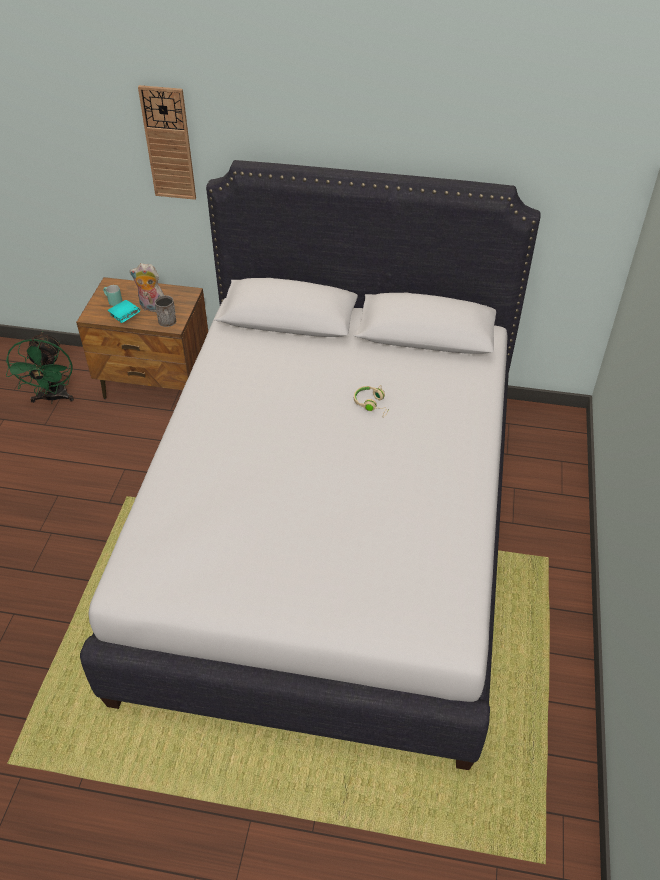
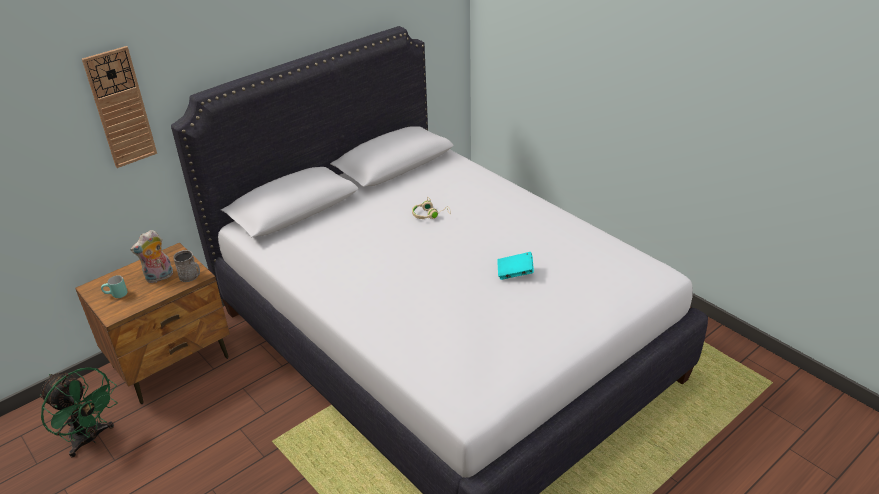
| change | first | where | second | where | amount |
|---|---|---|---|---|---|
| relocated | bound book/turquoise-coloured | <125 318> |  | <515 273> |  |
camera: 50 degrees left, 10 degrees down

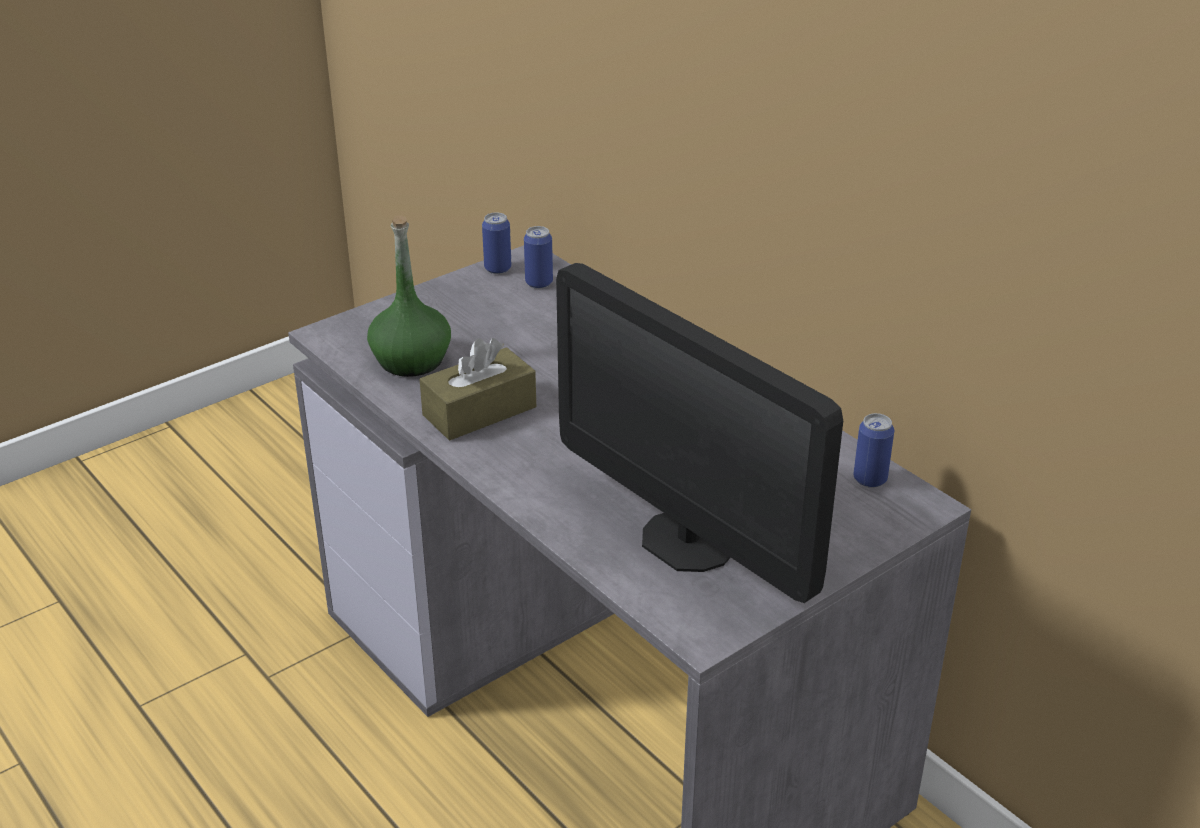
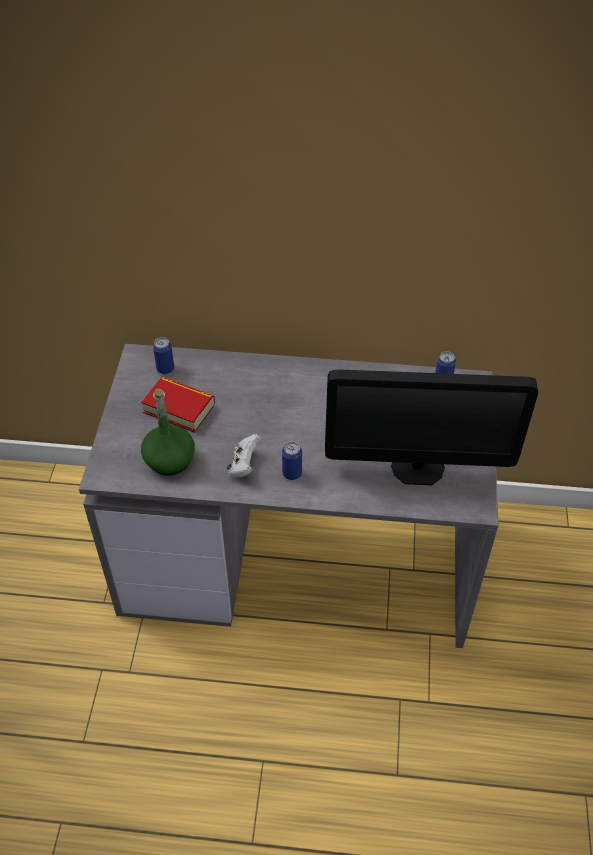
| change | first | where | second | where | amount |
|---|---|---|---|---|---|
| exchanged | tissue box/brown-coloured | <479 411> | game controller/white-coloured | <244 465> |  |
| relocated | metal can | <497 268> |  | <292 473> |  |
| appeared |  |  | bound book | <179 408> |  |
camera: 45 degrees left, 15 degrees up

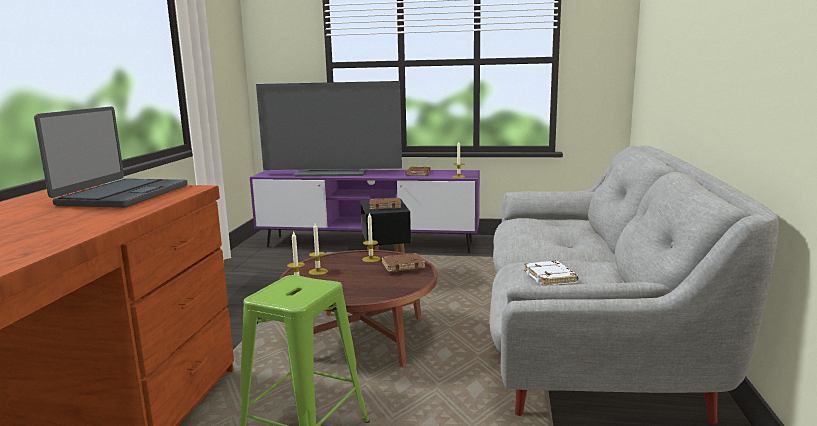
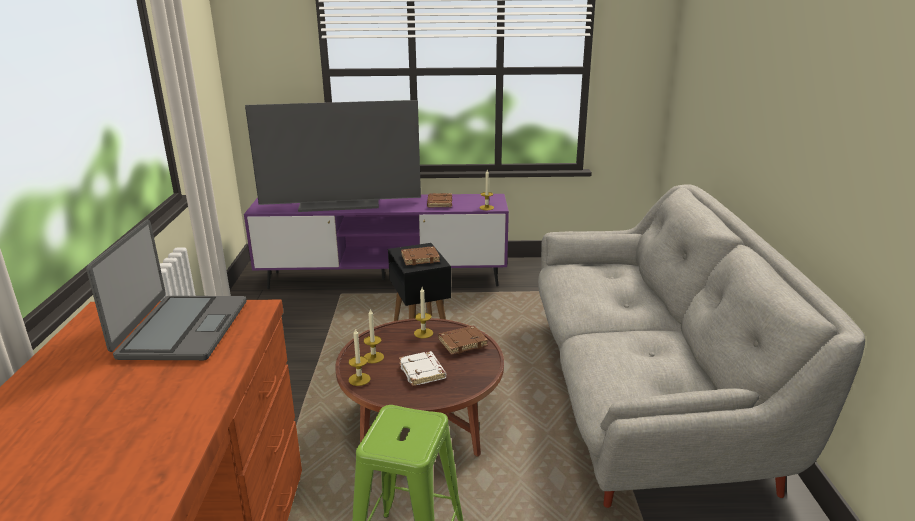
| change | first | where | second | where | amount |
|---|---|---|---|---|---|
| relocated | bound book/white-coloured | <551 277> |  | <423 372> |  |
camera: 10 degrees left, 10 degrees up

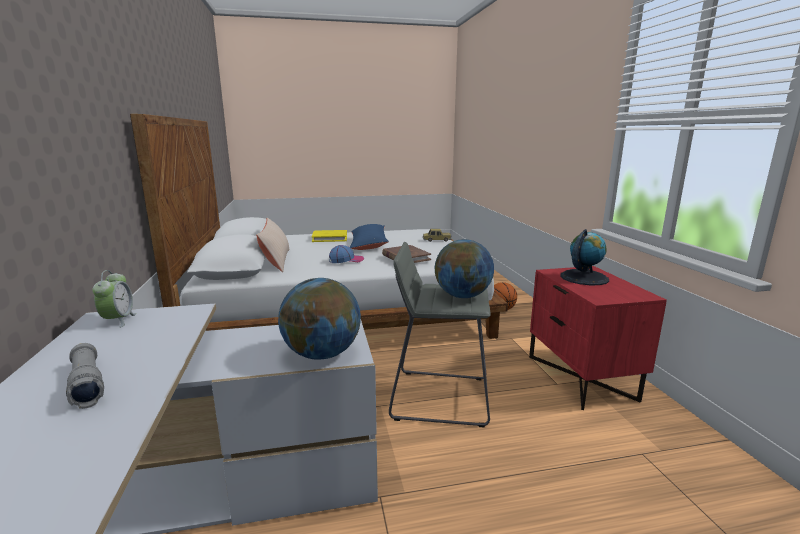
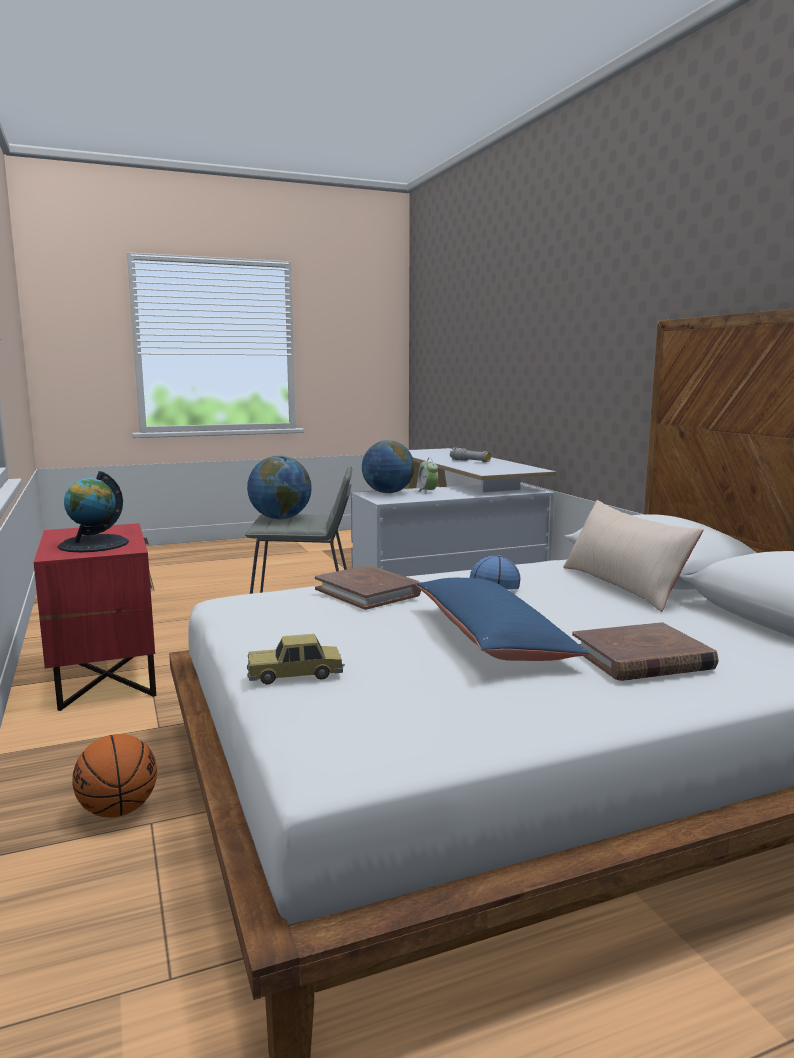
| change | first | where | second | where | amount |
|---|---|---|---|---|---|
| relocated | bedside clock | <118 320> |  | <428 492> |  |
| colour | bound book/yellow-coloured | <330 238> | bound book/brown-coloured | <642 658> |  |
camera: 170 degrees right, 5 degrees down

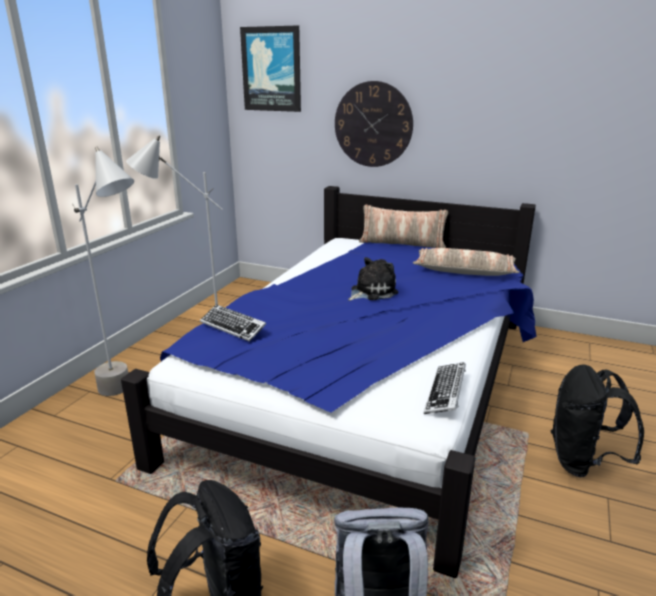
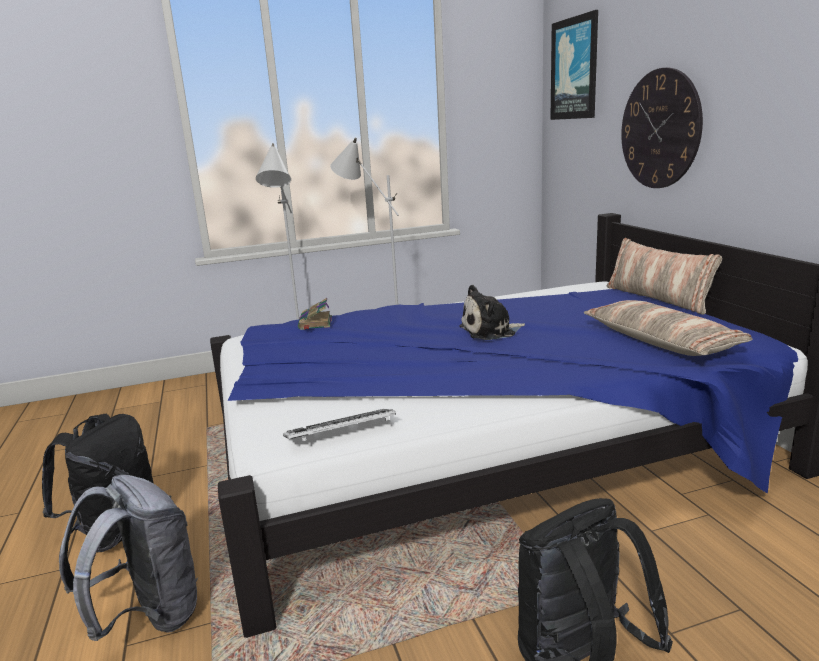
| change | first | where | second | where | amount |
|---|---|---|---|---|---|
| exchanged | keyboard | <233 327> | bound book | <315 323> |  |
| spun | plush toy | <371 292> |  | <491 331> | 150 degrees clockwise |
camera: 50 degrees right, 5 degrees down

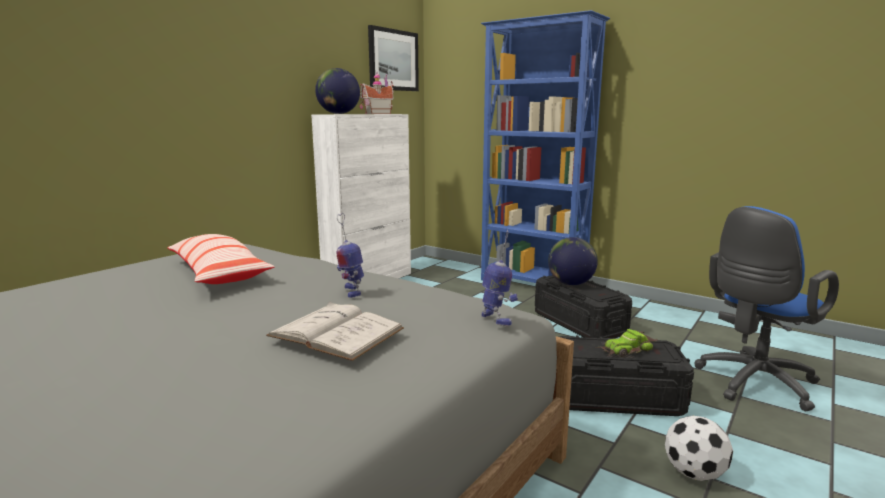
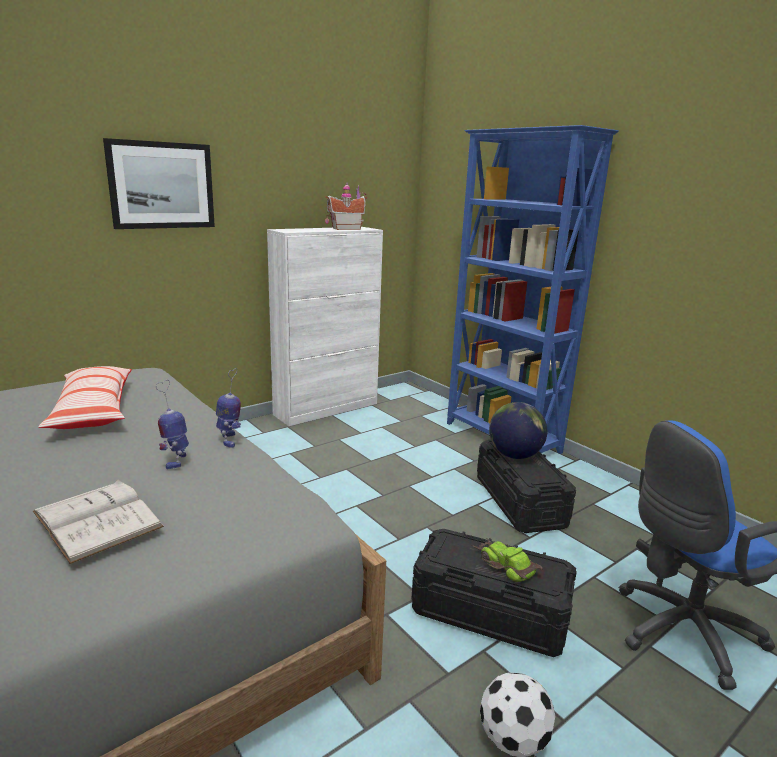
| change | first | where | second | where | amount |
|---|---|---|---|---|---|
| missing | world globe | <339 114> |  |  |  |
| relocated | wall art | <393 60> |  | <161 185> |  |
| relocated | model robot | <496 319> |  | <230 440> |  |
| spun | toy car | <626 350> |  | <504 564> | 60 degrees clockwise |
camera: 15 degrees right, 5 degrees up

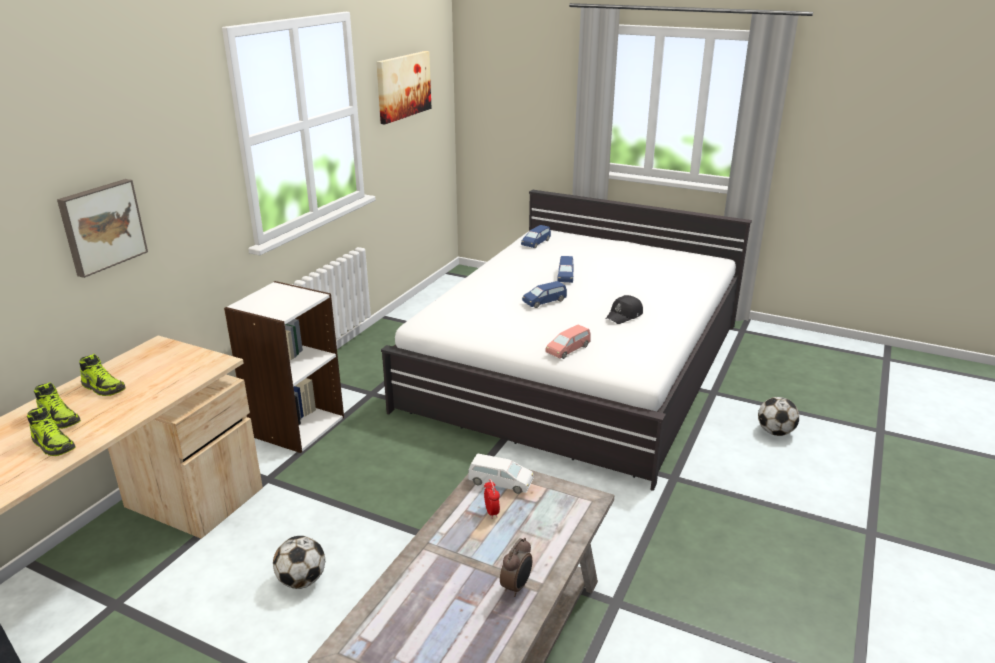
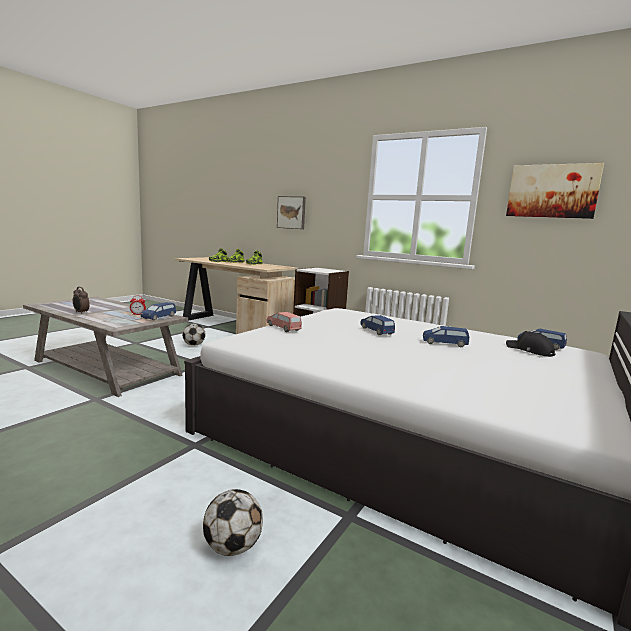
| change | first | where | second | where | amount |
|---|---|---|---|---|---|
| colour | toy car/white-coloured | <500 482> | toy car/blue-coloured | <159 317> |  |
| relocated | peaked cap/black | <624 316> |  | <529 351> |  |
camera: 95 degrees right, 15 degrees down

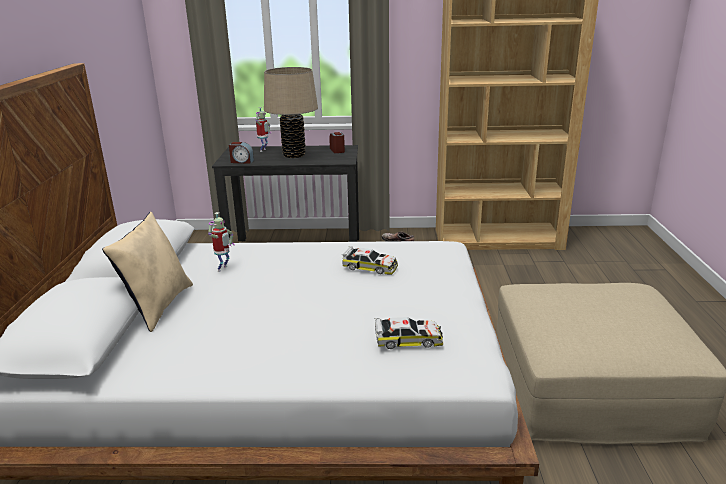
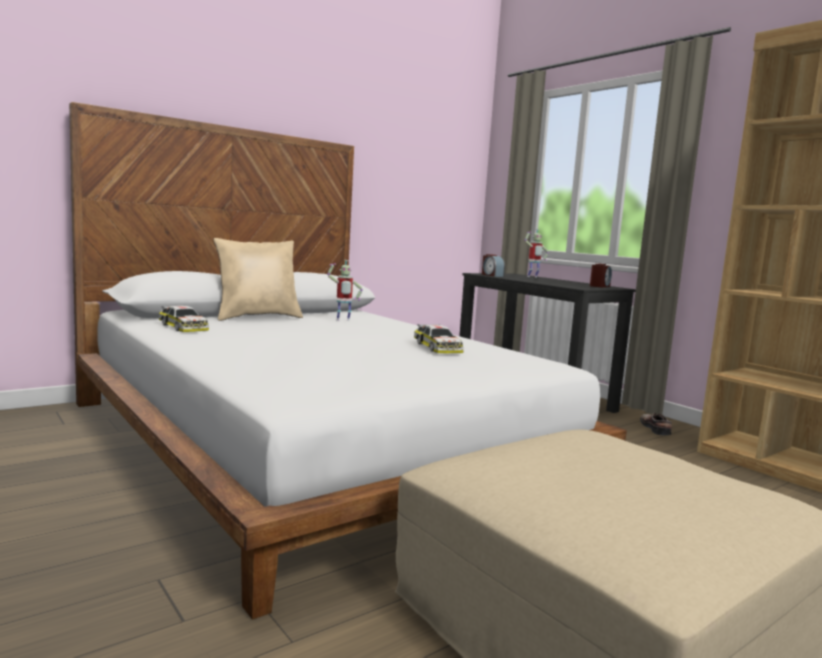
| change | first | where | second | where | amount |
|---|---|---|---|---|---|
| missing | table lamp/beige | <294 155> |  |  |  |
| relocated | toy car | <408 340> |  | <183 327> |  |
camera: 50 degrees right, 15 degrees down

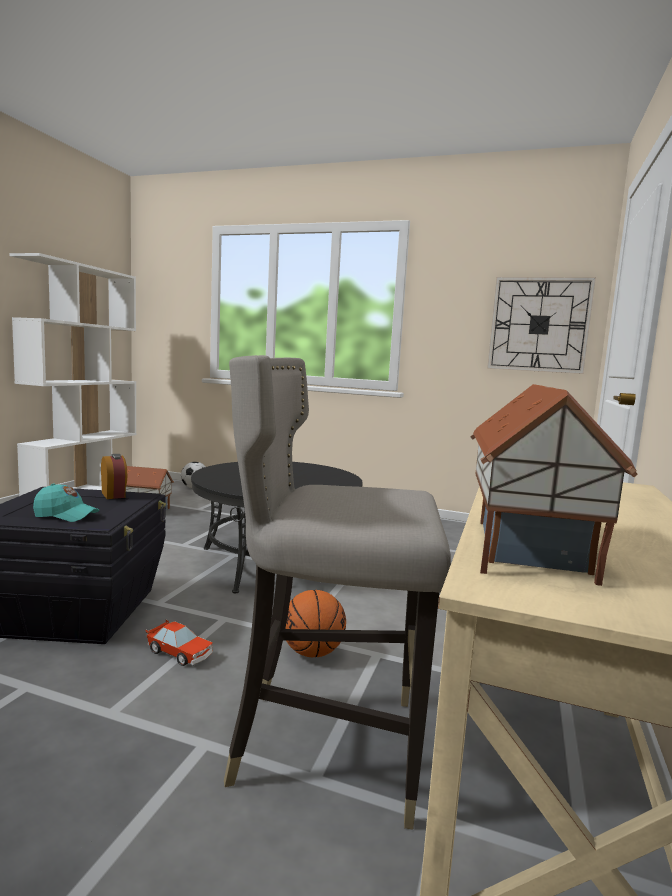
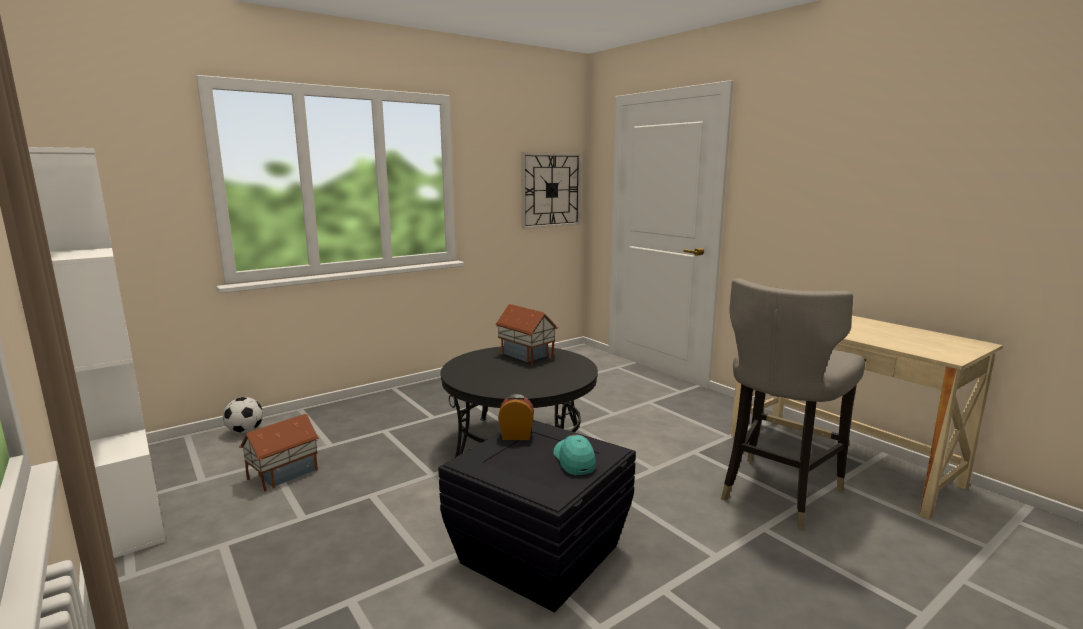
| change | first | where | second | where | amount |
|---|---|---|---|---|---|
| spun | peaked cap/turquoise-coloured | <66 515> |  | <574 461> | 60 degrees counterclockwise |
| missing | toy car | <179 653> |  |  |  |
| missing | ball for basketball | <312 652> |  |  |  |
| relocated | toy house | <524 549> |  | <525 356> |  |
camera: 55 degrees left, 5 degrees up

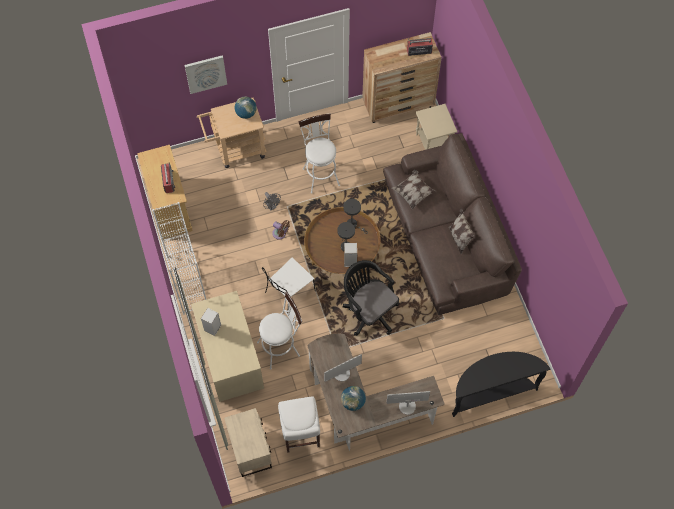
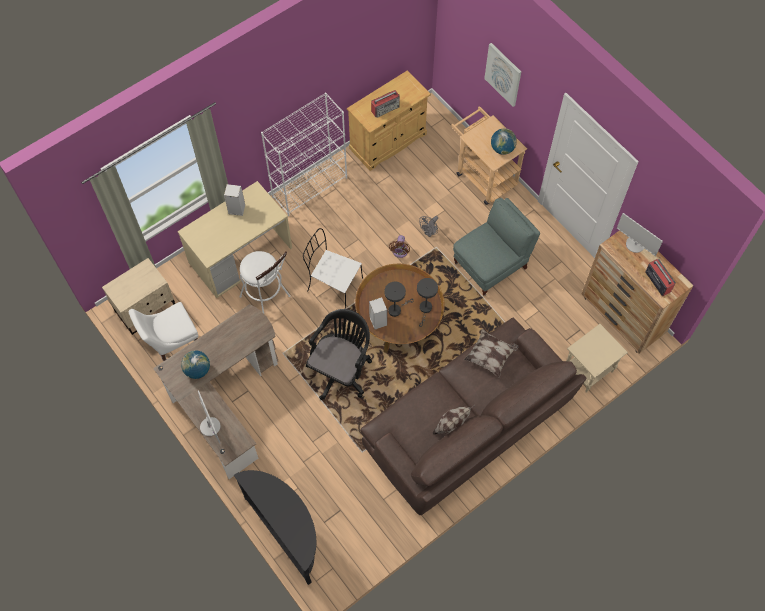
| change | first | where | second | where | amount |
|---|---|---|---|---|---|
| exchanged | stool/white-coloured | <320 174> | lounge chair/gray | <491 265> |  |
| relocated | monitor | <341 373> |  | <635 244> |  |
camera: 70 degrees right, 0 degrees up

